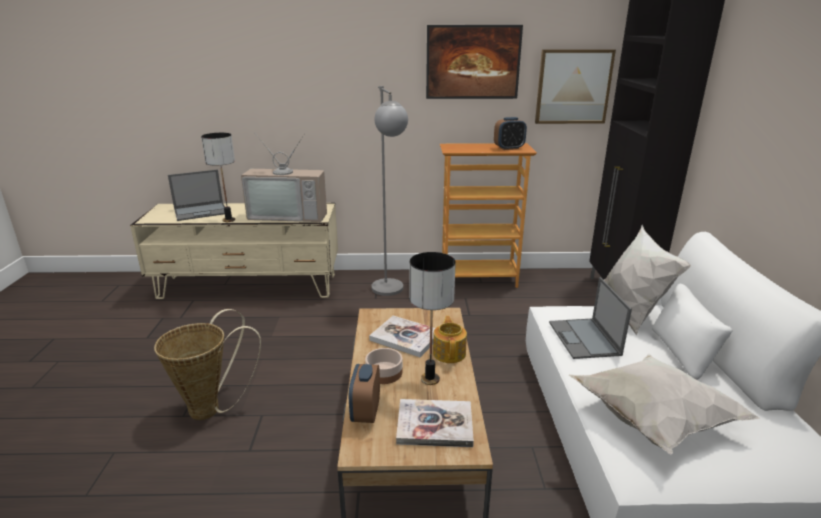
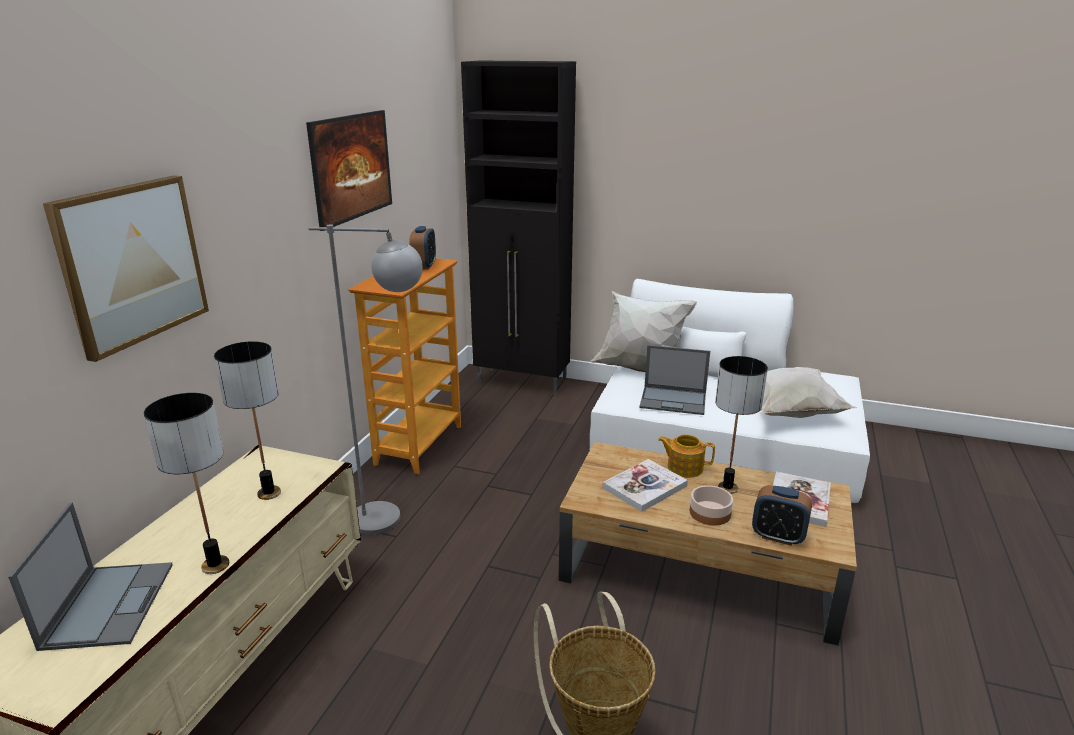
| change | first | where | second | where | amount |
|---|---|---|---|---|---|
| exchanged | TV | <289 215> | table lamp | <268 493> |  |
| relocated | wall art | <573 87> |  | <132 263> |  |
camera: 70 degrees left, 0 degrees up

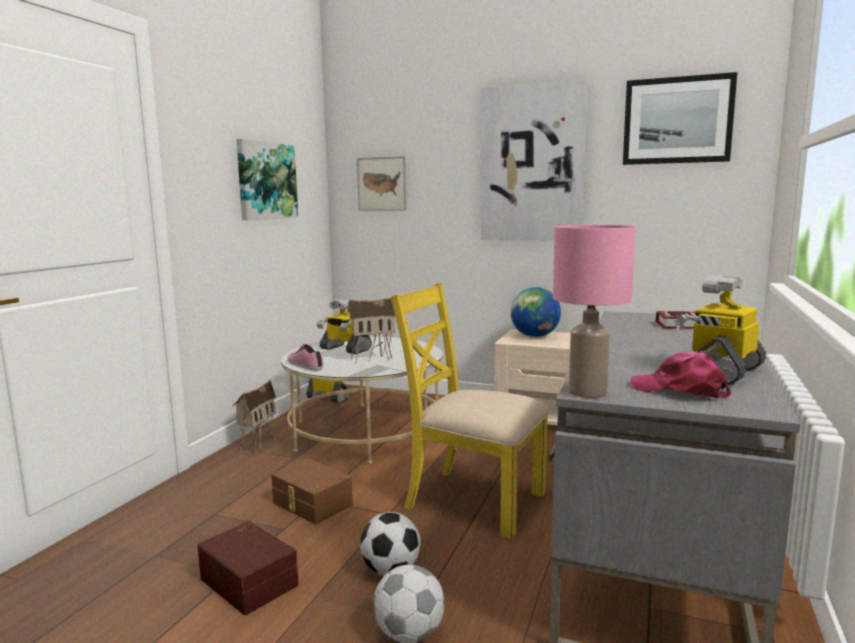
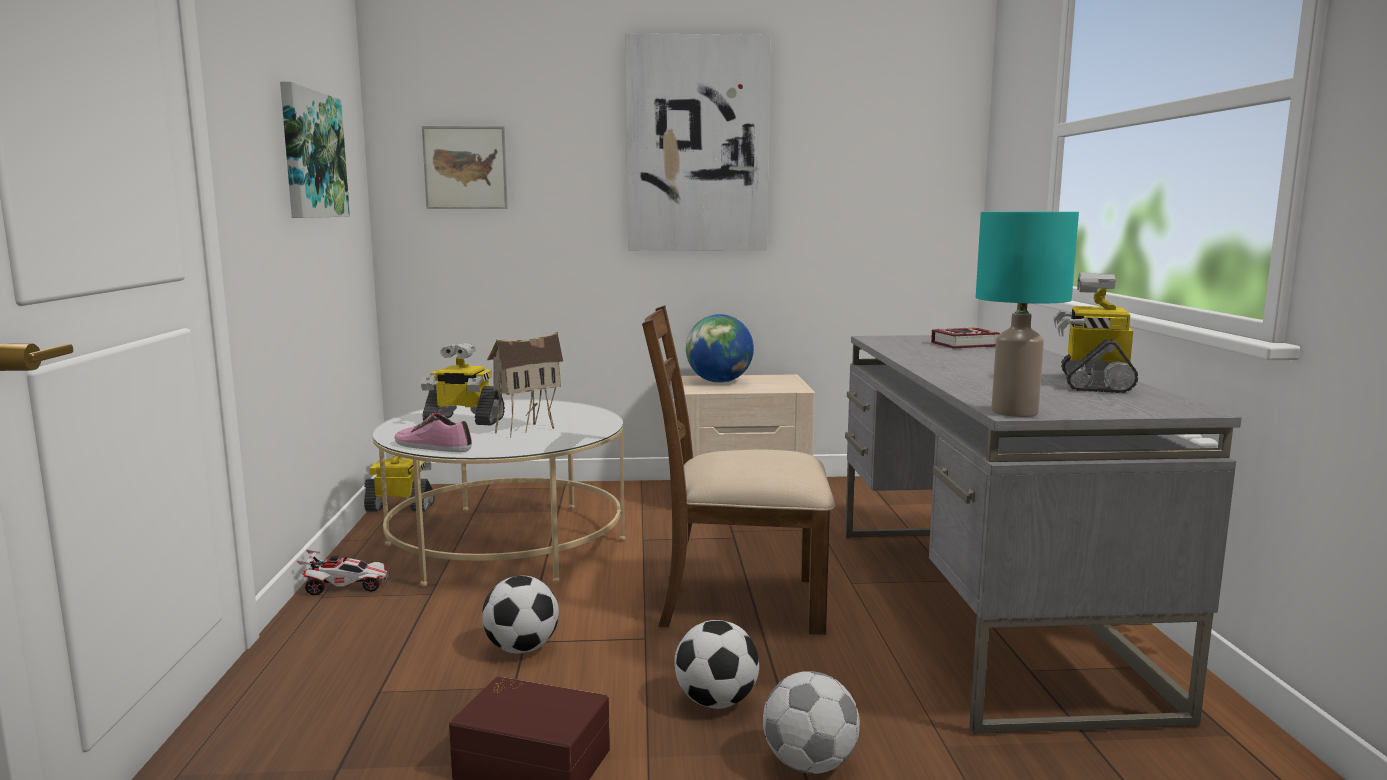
| change | first | where | second | where | amount |
|---|---|---|---|---|---|
| exchanged | toy house | <257 445> | toy car | <346 587> |  |
| exchanged | storage container/brown-coloured | <311 504> | football ball | <522 649> |  |
| colour | upright chair/yellow-coloured | <473 500> | upright chair/brown-coloured | <738 601> |  |
| colour | table lamp/pinkish | <588 392> | table lamp/turquoise-coloured | <1016 412> |  |
| missing | wall art | <677 120> |  |  |  |
| missing | peaked cap/pinkish | <680 390> |  |  |  |
camera: 25 degrees left, 0 degrees up

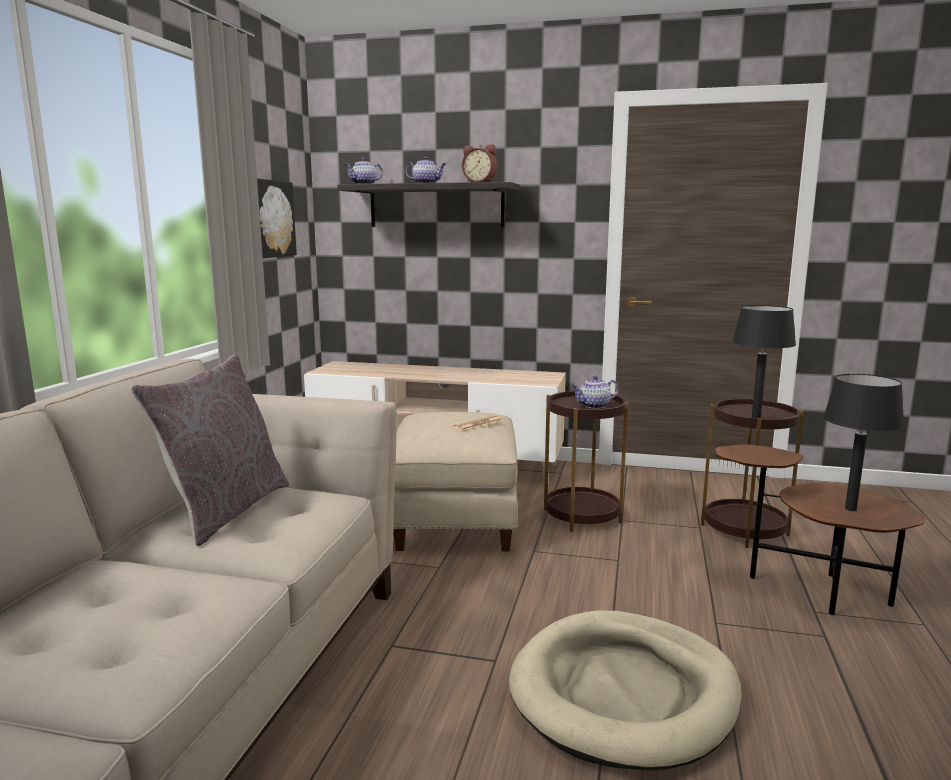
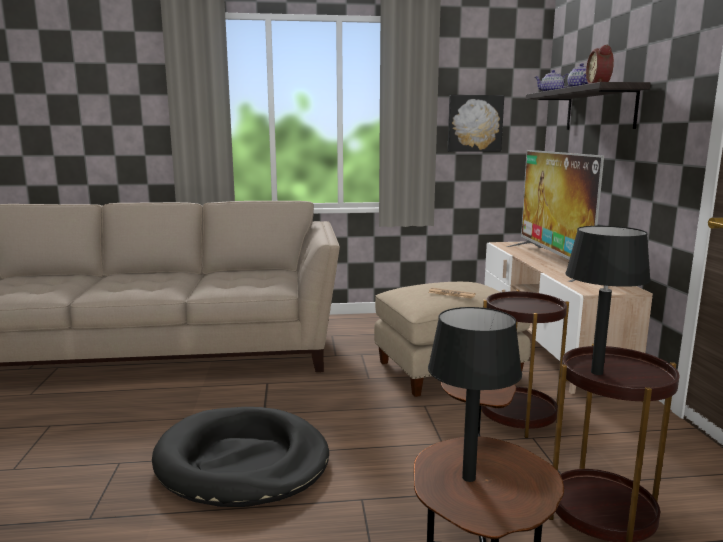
| change | first | where | second | where | amount |
|---|---|---|---|---|---|
| missing | throw pillow/gray | <225 510> |  |  |  |
| colour | dog bed/beige | <624 693> | dog bed/black | <242 462> |  |
| missing | pot for tea | <594 406> |  |  |  |
| appeared |  |  | TV | <553 261> |  |
camera: 70 degrees right, 0 degrees up

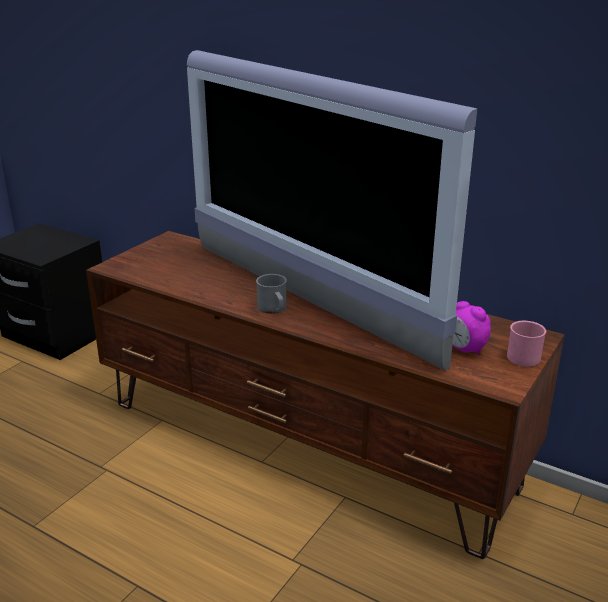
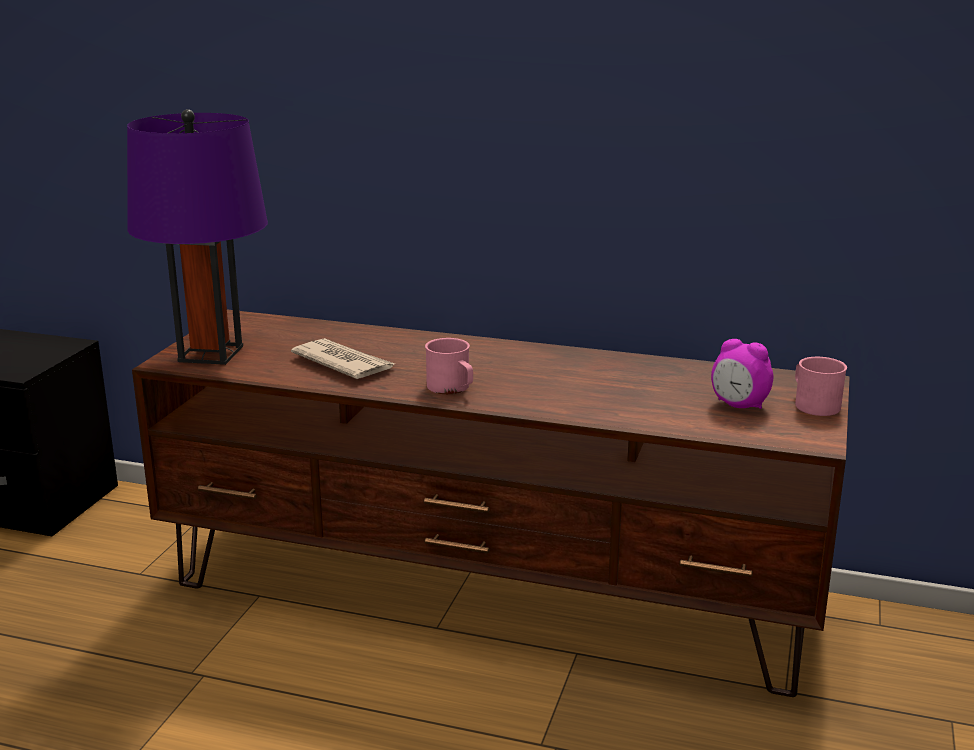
| change | first | where | second | where | amount |
|---|---|---|---|---|---|
| missing | TV | <304 301> |  |  |  |
| colour | tea mug/gray | <273 309> | tea mug/pinkish | <452 388> |  |
| appeared |  |  | table lamp/purplish | <210 353> |  |
| appeared |  |  | daily paper | <343 363> |  |
camera: 15 degrees left, 5 degrees down

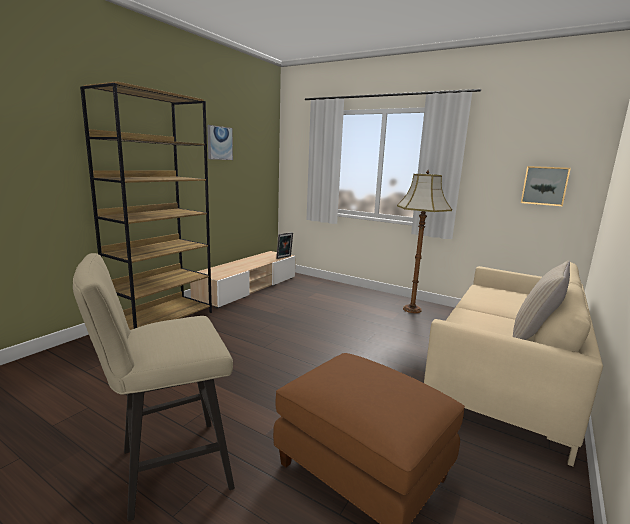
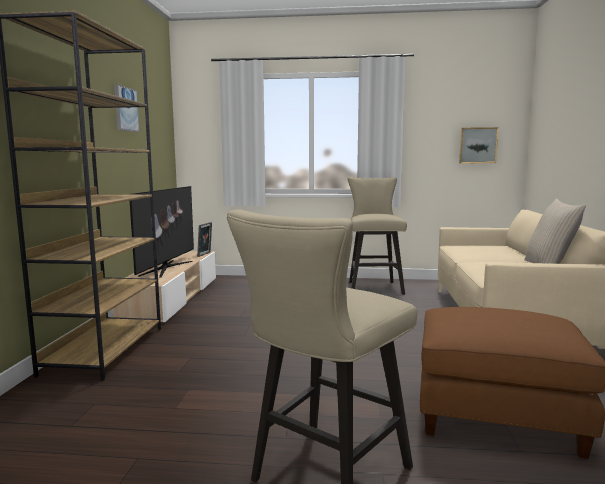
| change | first | where | second | where | amount |
|---|---|---|---|---|---|
| exchanged | floor lamp | <412 309> | stool/beige | <373 287> |  |
| appeared |  |  | TV | <166 268> |  |
camera: 25 degrees left, 5 degrees down

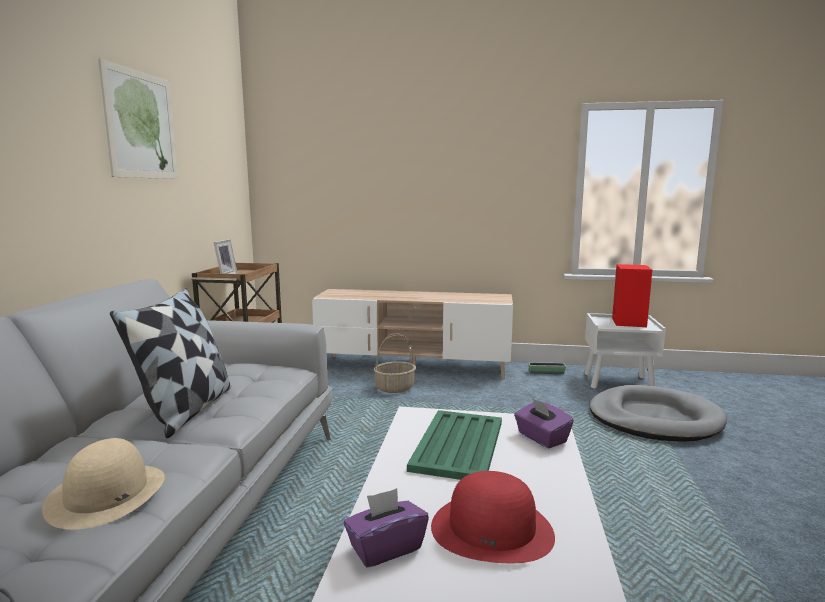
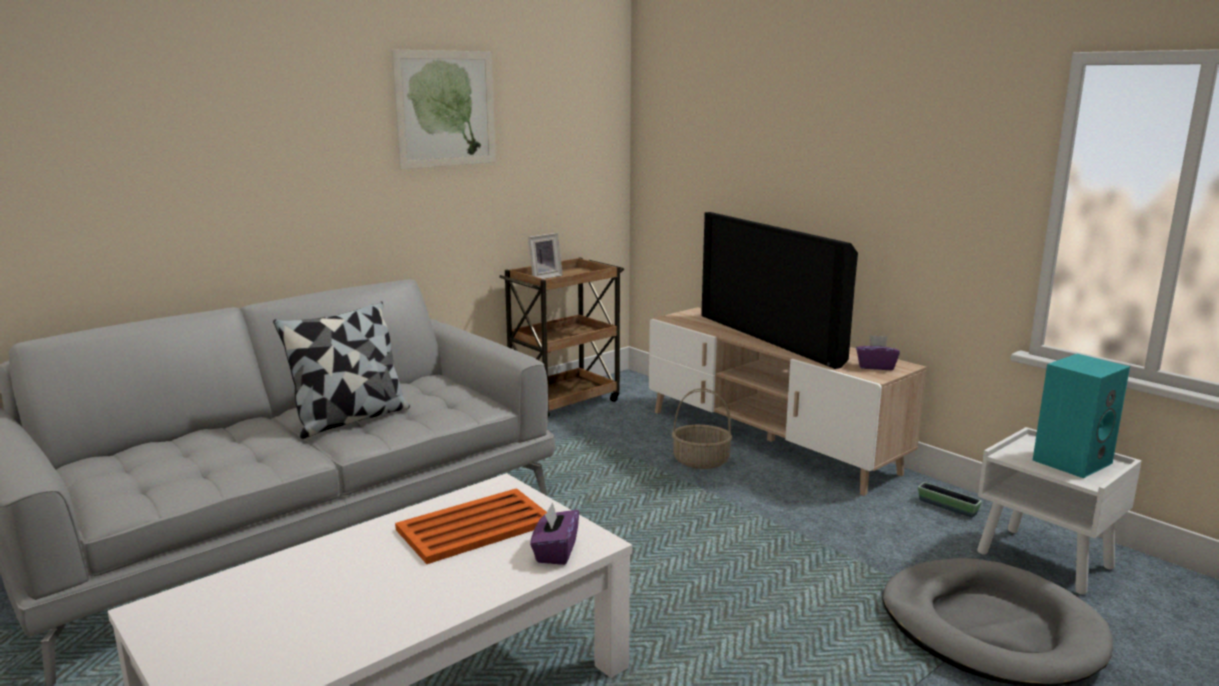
| change | first | where | second | where | amount |
|---|---|---|---|---|---|
| missing | hat/beige | <107 494> |  |  |  |
| relocated | tissue box/purplish | <385 548> |  | <875 366> |  |
| colour | tray/green | <457 446> | tray/orangey | <473 527> |  |
| missing | hat/red | <492 529> |  |  |  |
| colour | speaker/red | <627 322> | speaker/turquoise-coloured | <1071 461> |  |
| appeared |  |  | TV | <772 338> |  |
camera: 40 degrees right, 5 degrees up

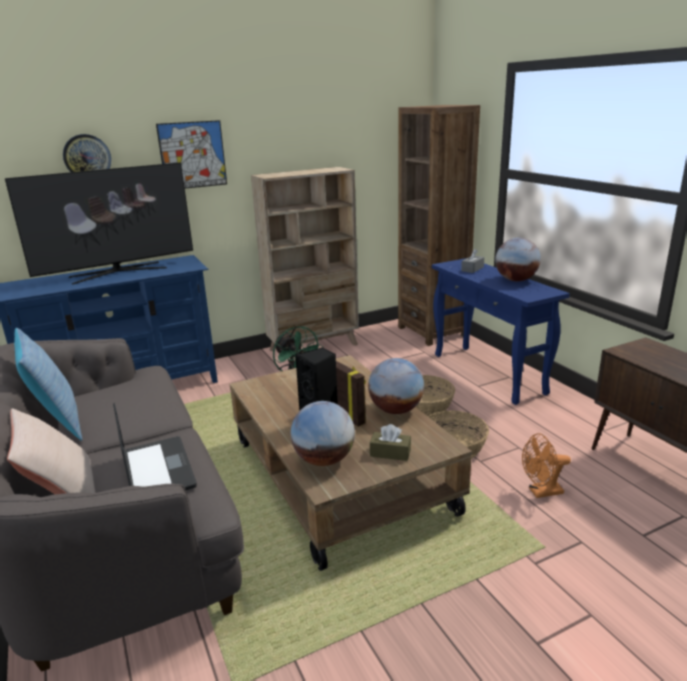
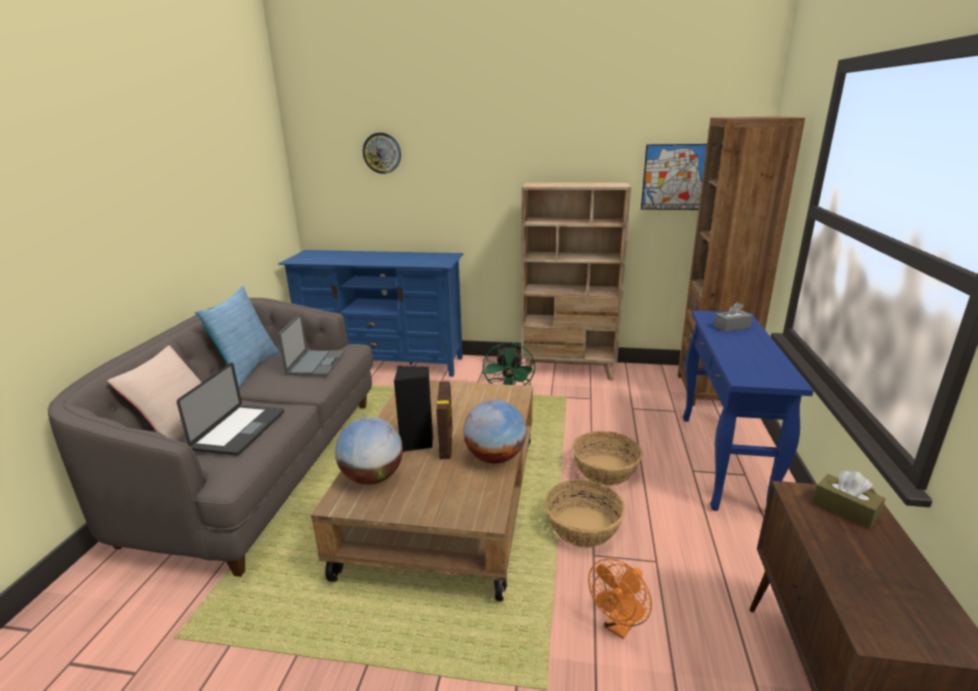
| change | first | where | second | where | amount |
|---|---|---|---|---|---|
| missing | TV | <117 272> |  |  |  |
| relocated | wall art | <192 155> |  | <675 177> |  |
| relocated | tissue box/brown-coloured | <390 453> |  | <845 509> |  |
| missing | world globe | <516 280> |  |  |  |
| spun | fan/orangey | <541 492> |  | <619 626> | 75 degrees counterclockwise |
| appeared |  |  | notebook computer | <316 363> |  |
camera: 35 degrees right, 0 degrees up

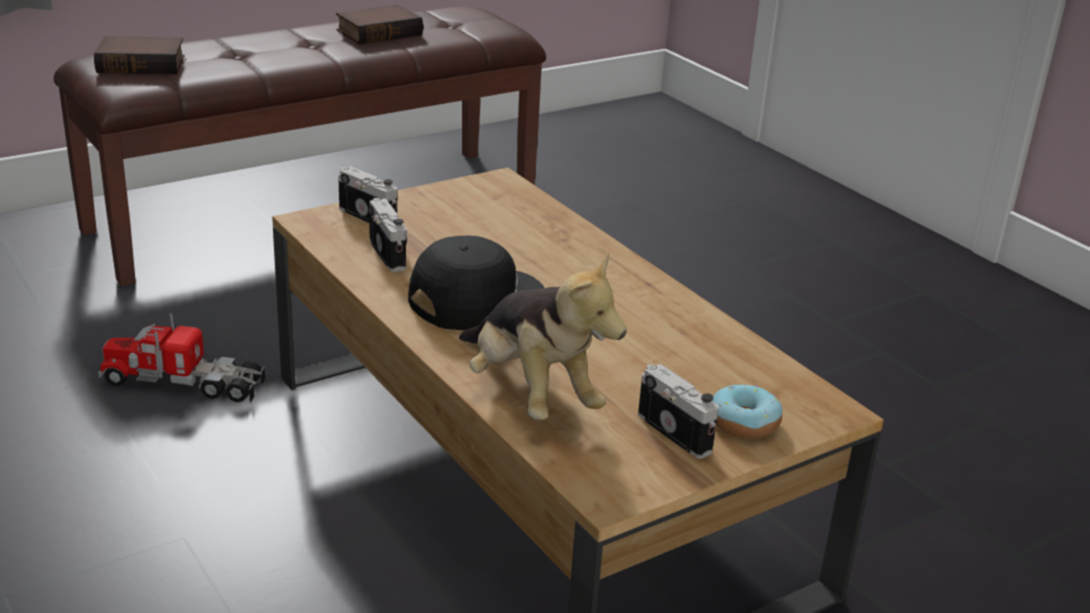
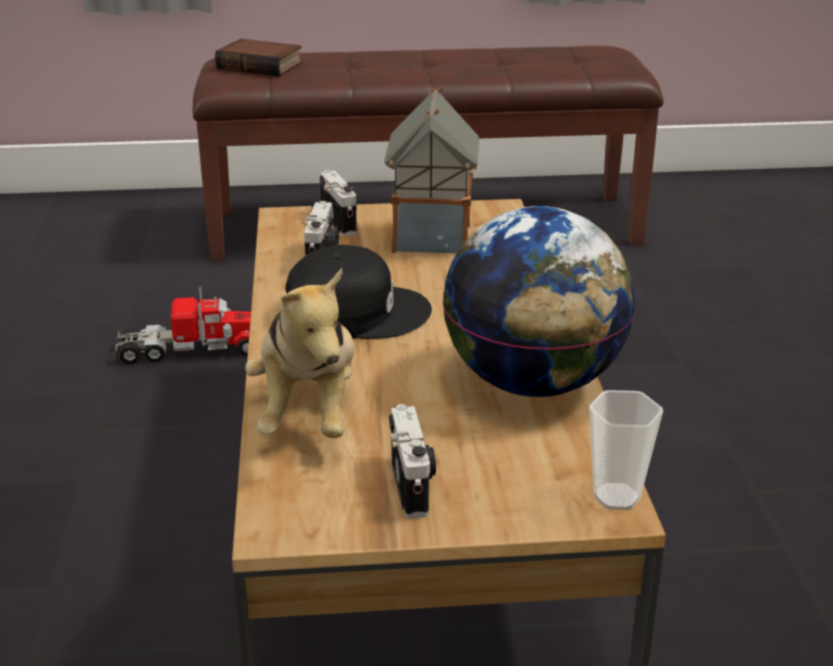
| change | first | where | second | where | amount |
|---|---|---|---|---|---|
| spun | model truck | <184 382> |  | <190 350> | 135 degrees clockwise |
| missing | bound book | <379 32> |  |  |  |
| missing | doughnut | <744 423> |  |  |  |
| appeared |  |  | toy house | <432 239> |  |
| appeared |  |  | world globe | <533 383> |  |
| appeared |  |  | drinking cup | <616 497> |  |
camera: 30 degrees right, 0 degrees up

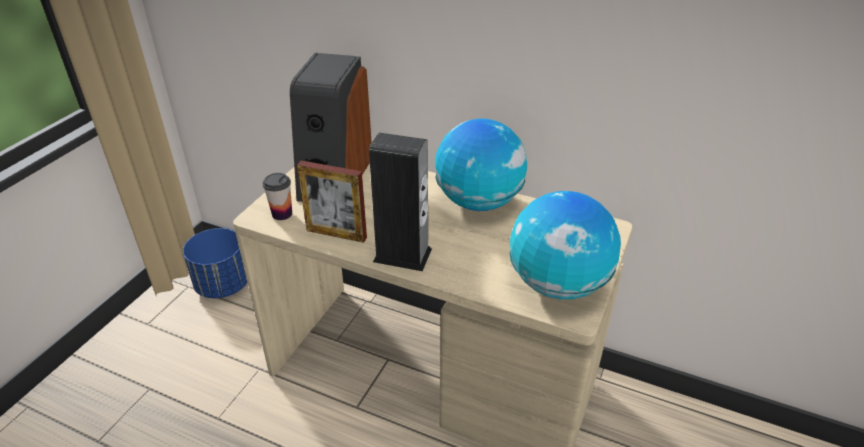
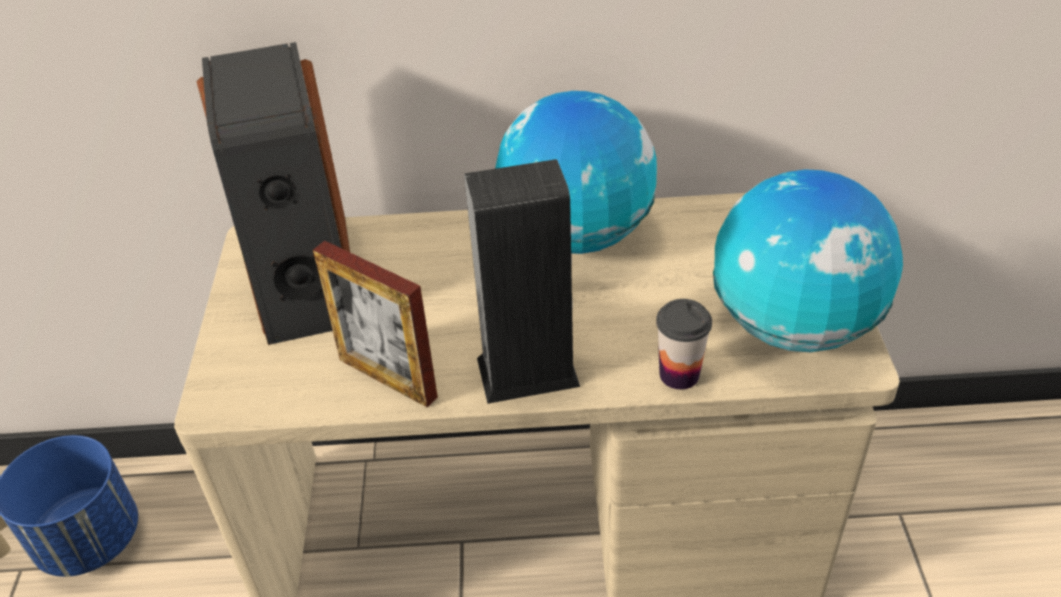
| change | first | where | second | where | amount |
|---|---|---|---|---|---|
| relocated | drinking cup | <282 214> |  | <679 374> |  |
| spun | standing frame | <336 234> |  | <387 378> | 45 degrees clockwise |
camera: 25 degrees left, 5 degrees up

